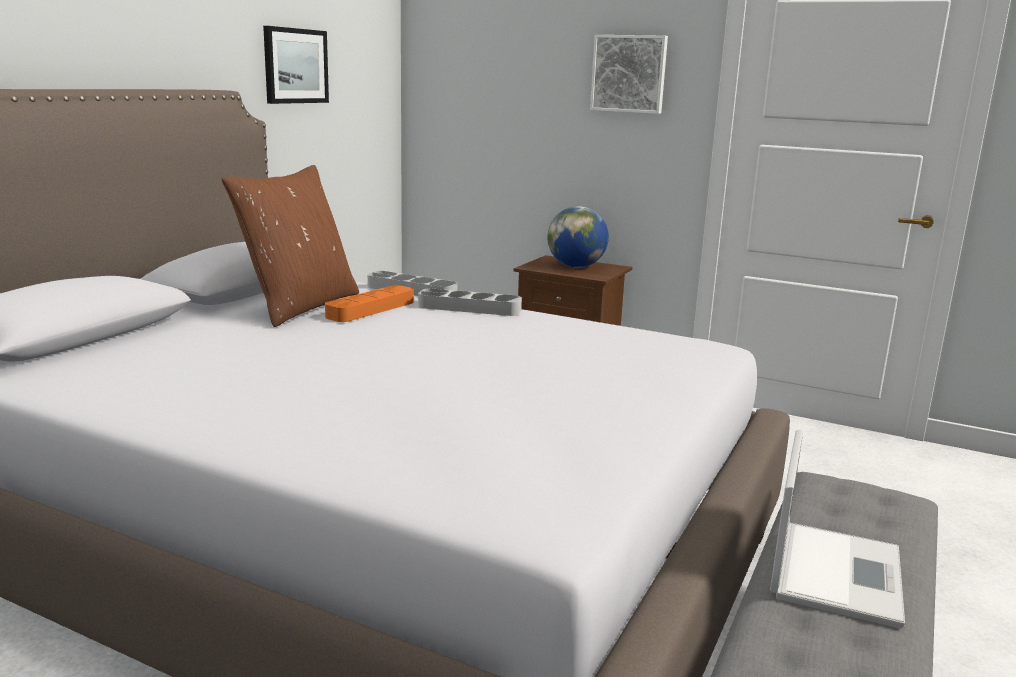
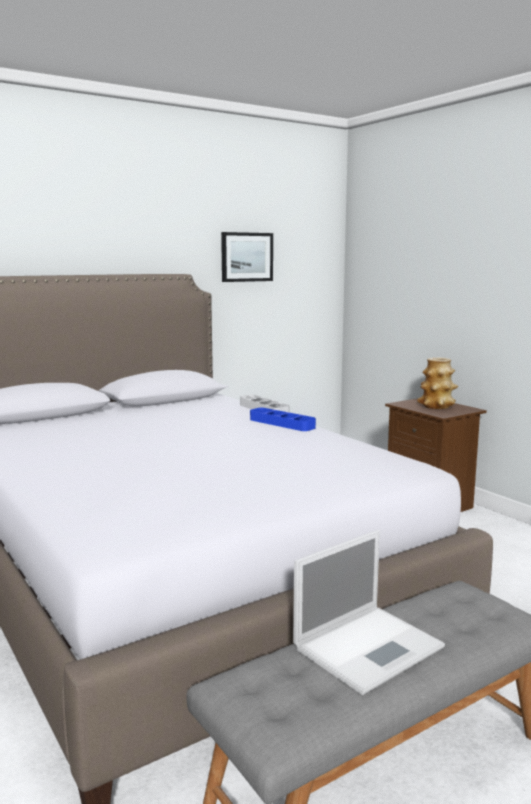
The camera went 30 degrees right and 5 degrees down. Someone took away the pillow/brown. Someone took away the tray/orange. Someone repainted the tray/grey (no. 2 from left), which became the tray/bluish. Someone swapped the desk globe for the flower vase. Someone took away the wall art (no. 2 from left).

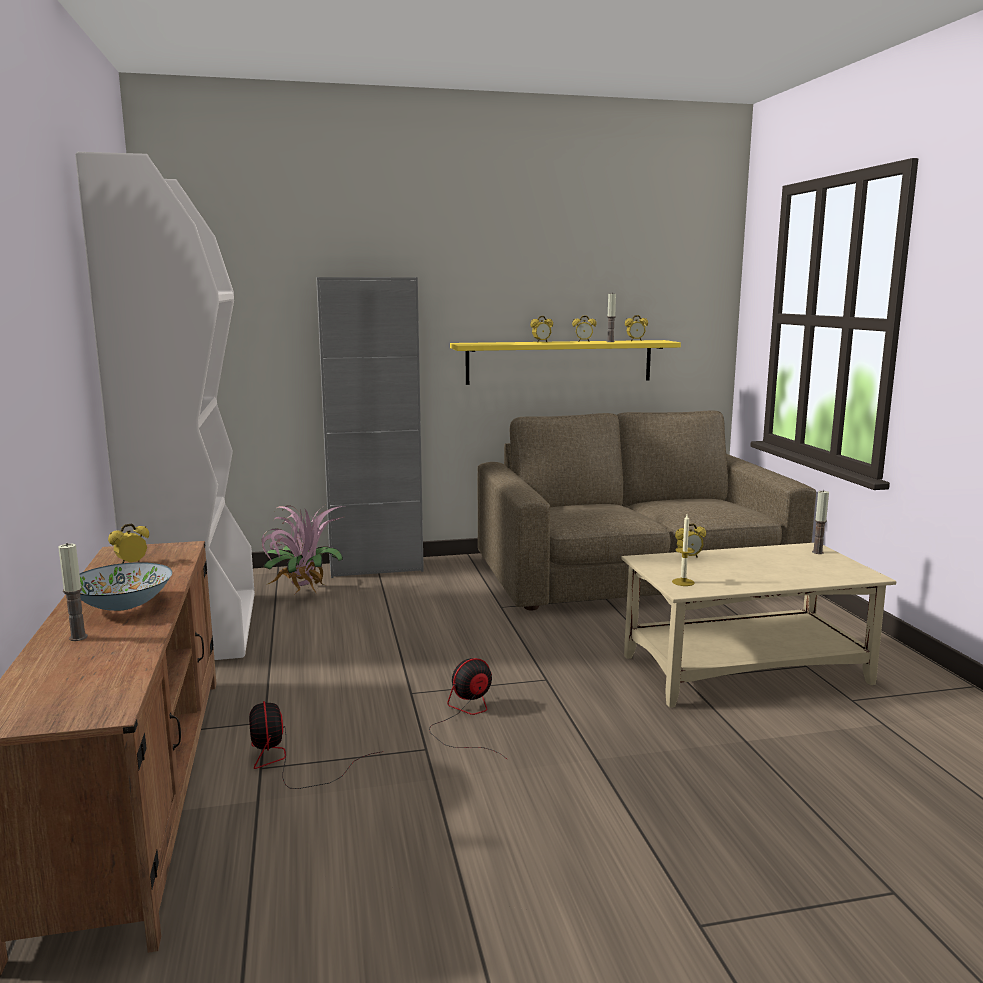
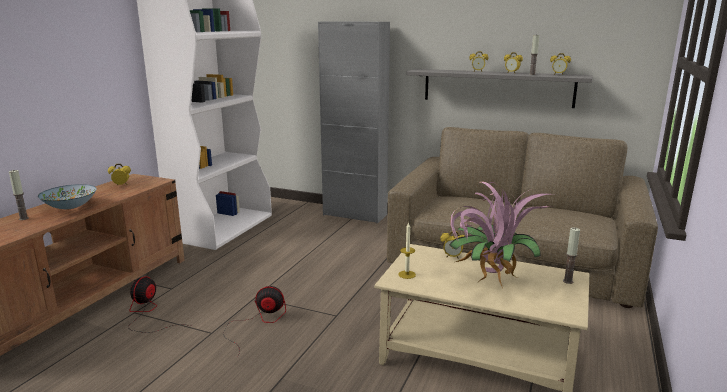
The camera went 35 degrees right and 5 degrees up. Someone carried the houseplant. Someone repainted the wall shelf/yellow-coloured, which became the wall shelf/grey.

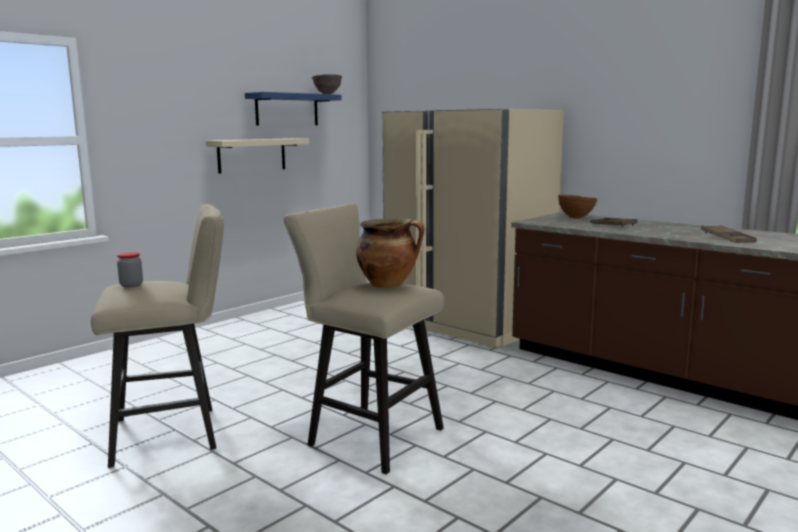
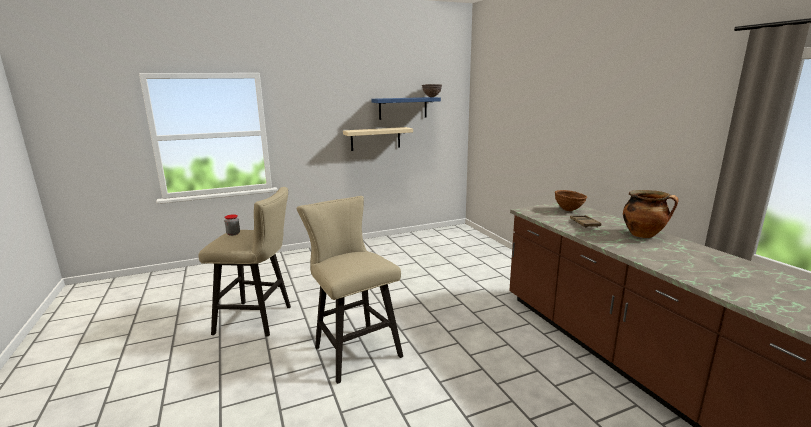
The camera went 25 degrees right and 5 degrees up. Someone carried the cooking pot. Someone took away the kitchen fridge/sand-coloured. Someone took away the tray/brown (no. 2 from left).

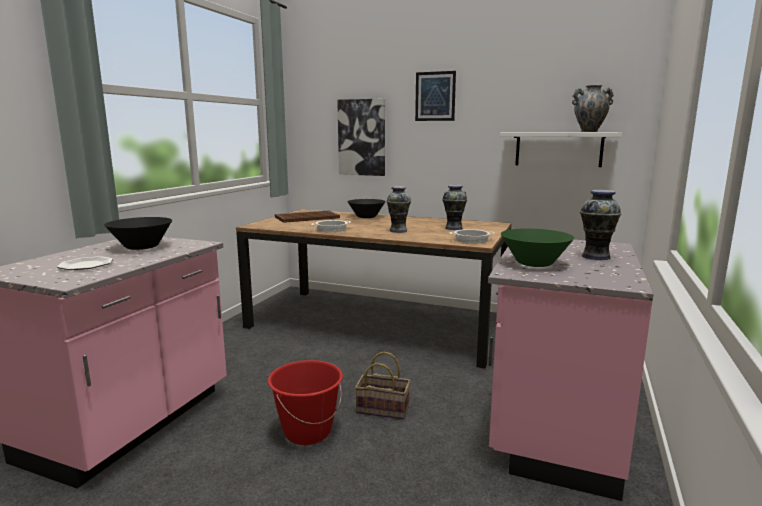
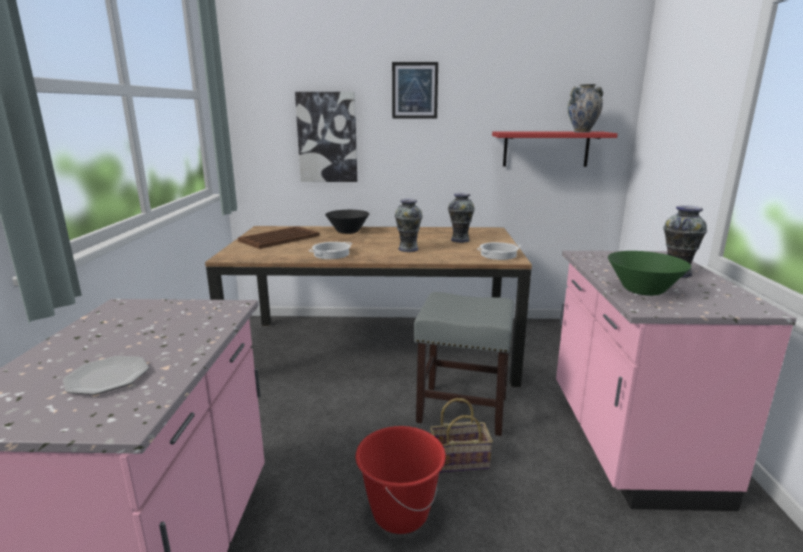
The camera went 20 degrees left and 5 degrees up. Someone took away the deep dish/black (no. 1 from left). Someone repainted the wall shelf/white-coloured, which became the wall shelf/red-coloured. Someone put down the sitting stool/grey.

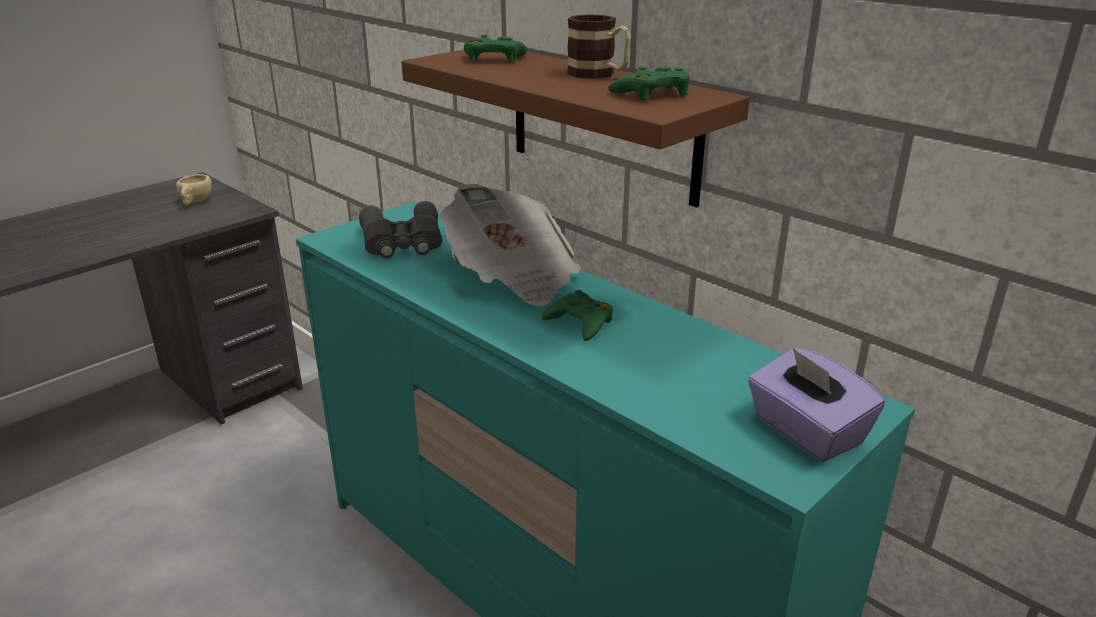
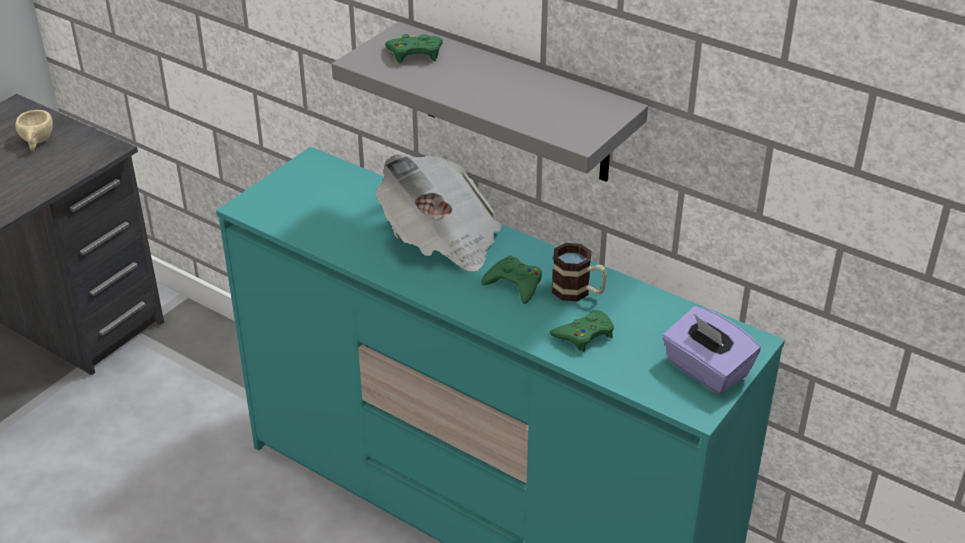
The camera went 10 degrees left and 10 degrees up. Someone took away the field glasses/grey. Someone repainted the wall shelf/brown, which became the wall shelf/grey. Someone carried the tea mug. Someone carried the joypad/green (no. 3 from left).

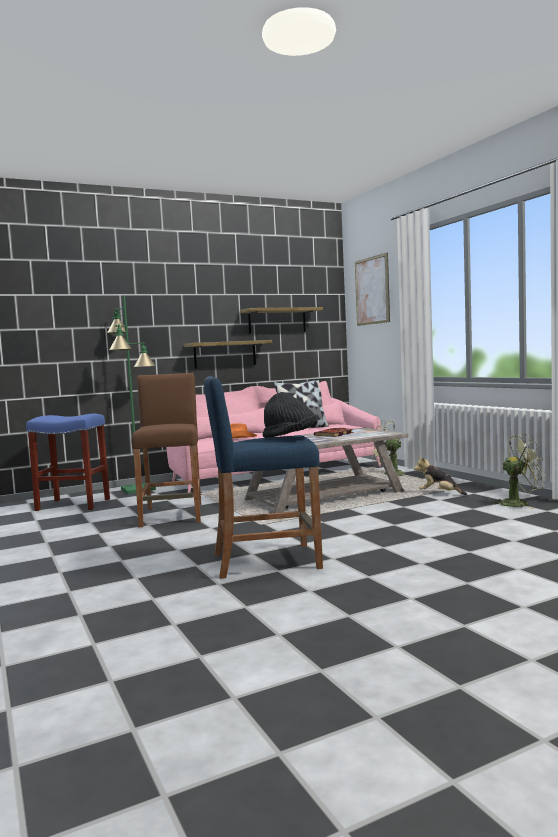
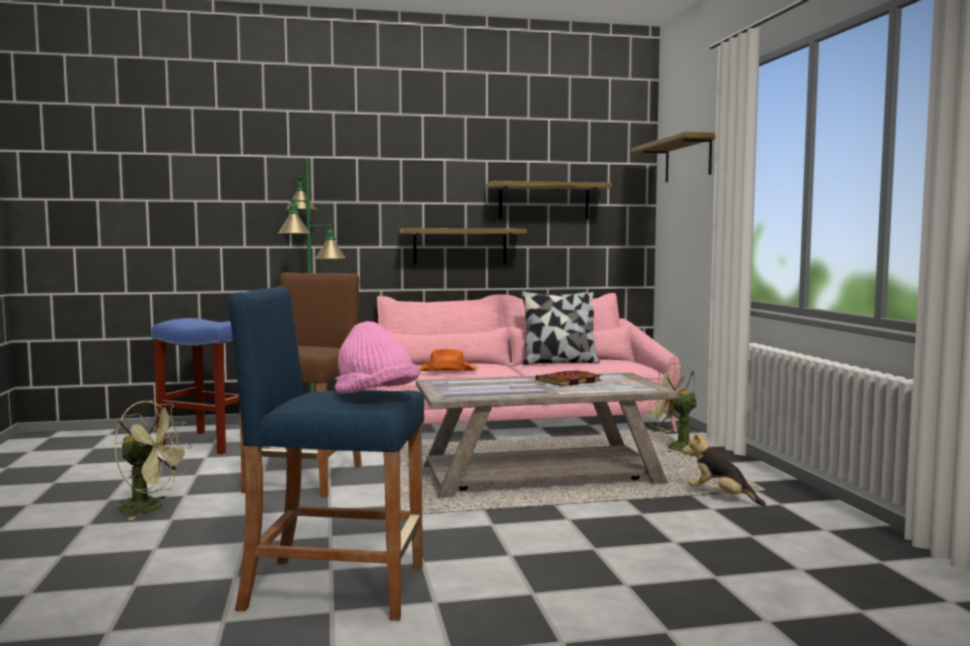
The camera went 15 degrees right and 0 degrees up. Someone repainted the wearable hat/black, which became the wearable hat/pink. Someone swapped the wall art for the wall shelf (no. 3 from left). Someone carried the fan/green (no. 2 from left in the first image).

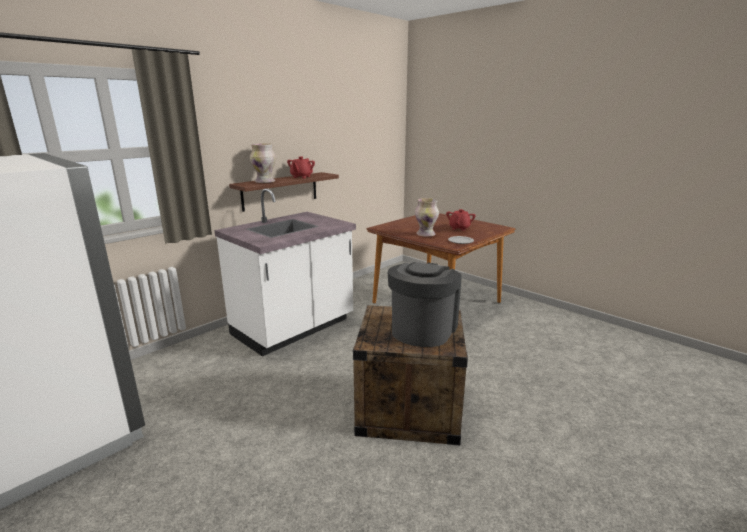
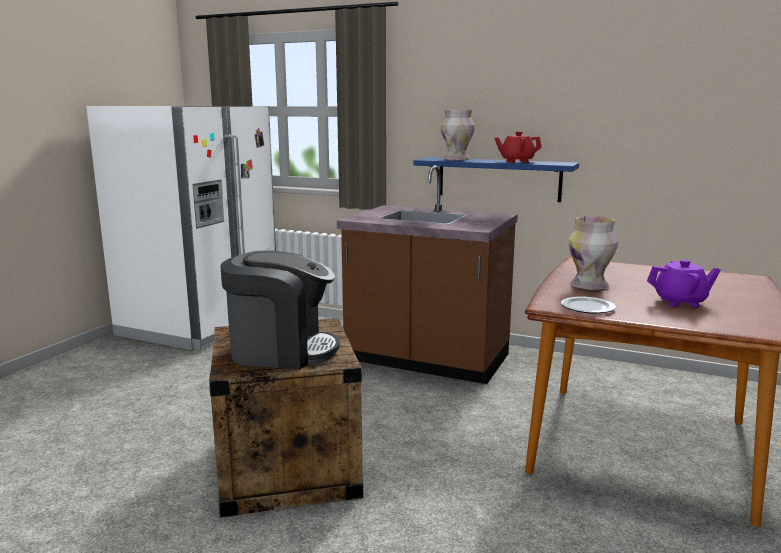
The camera went 70 degrees right and 5 degrees down. Someone repainted the kitchen base unit/white-coloured, which became the kitchen base unit/brown. Someone repainted the wall shelf/brown, which became the wall shelf/bluish. Someone repainted the pot for tea/red-coloured (no. 2 from left), which became the pot for tea/purplish.

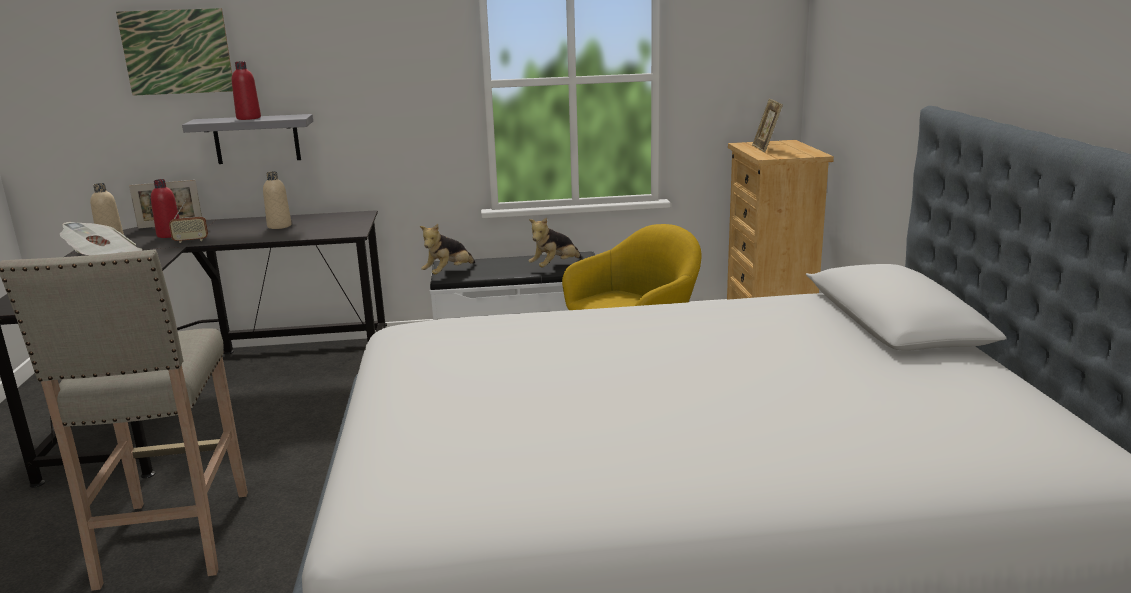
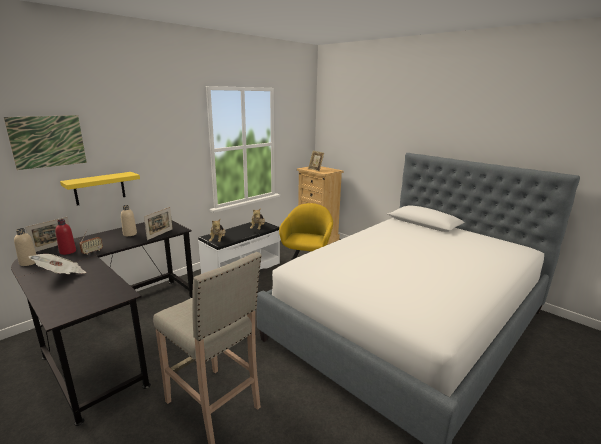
The camera went 40 degrees left and 0 degrees up. Someone repainted the wall shelf/grey, which became the wall shelf/yellow-coloured. Someone took away the bottle/red-coloured (no. 2 from left). Someone put down the picture frame (no. 2 from left).

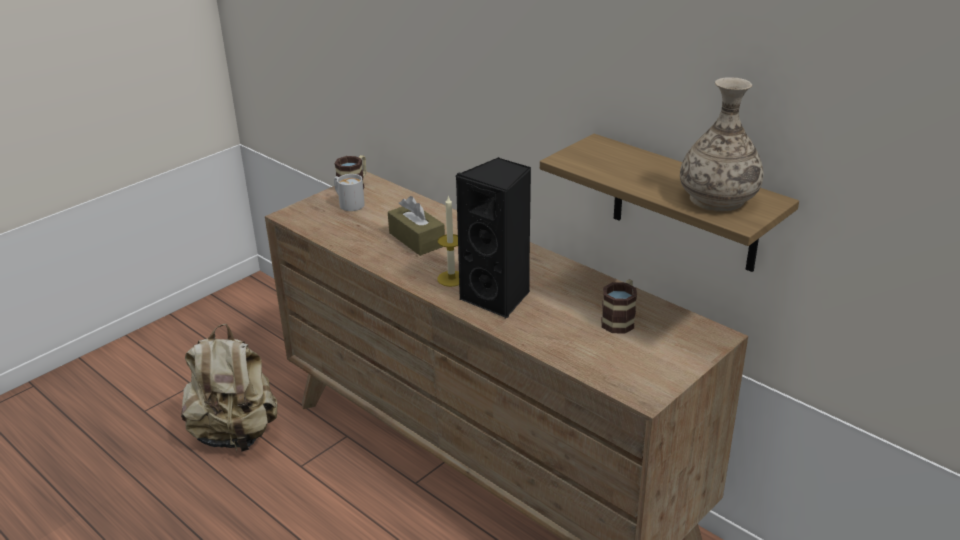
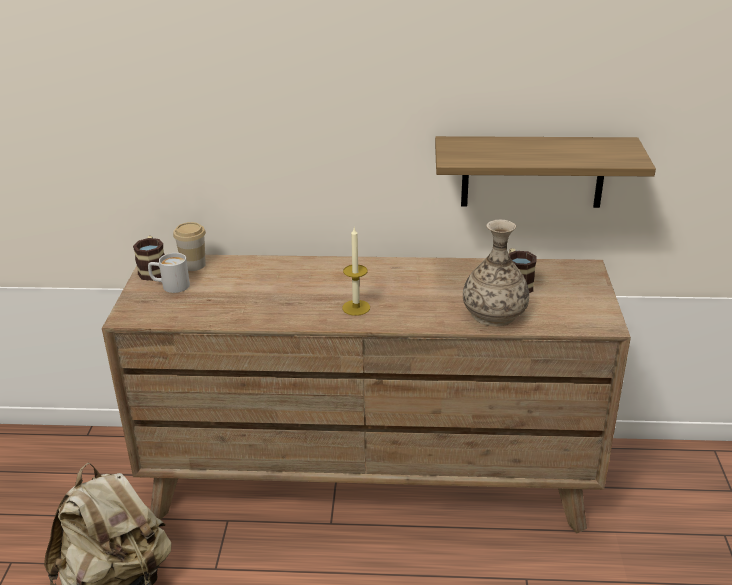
The camera went 40 degrees left and 0 degrees up. Someone took away the tissue box/brown. Someone took away the speaker/black. Someone carried the flower vase. Someone put down the small cup.

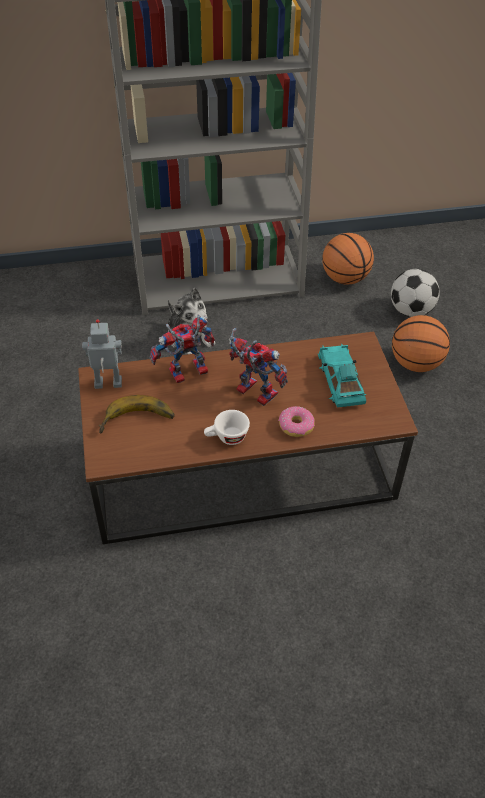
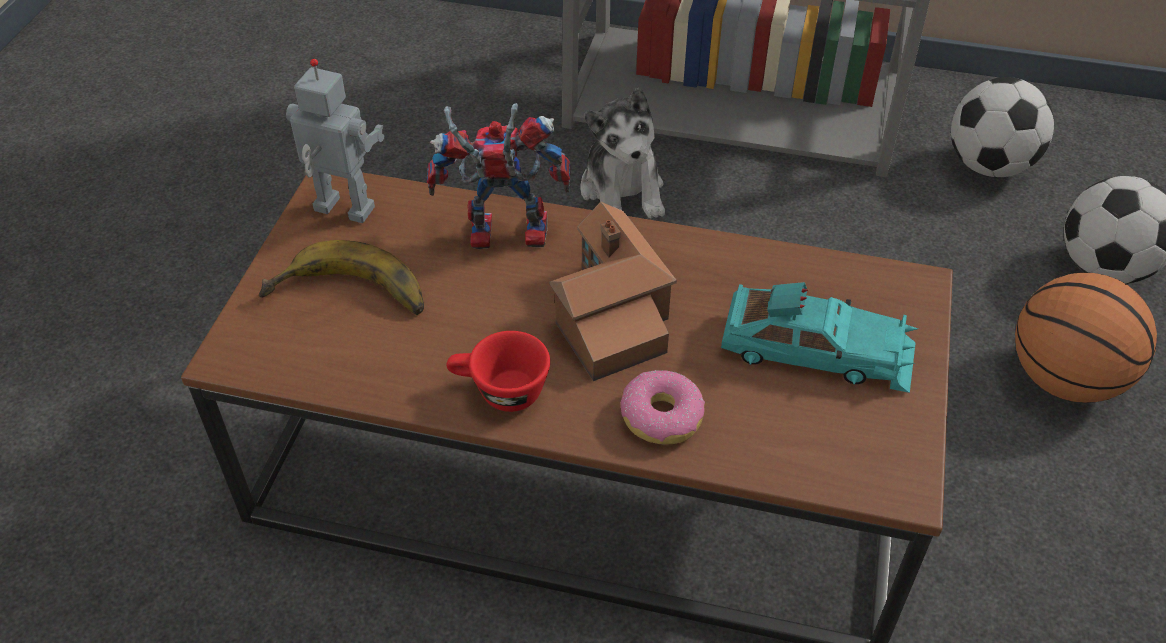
The camera went 25 degrees right and 0 degrees up. Someone repainted the small cup/white-coloured, which became the small cup/red-coloured. Someone swapped the toy robot (no. 3 from left) for the toy house. Someone rotated the toy car/blue-green by 90 degrees clockwise. Someone swapped the basketball (no. 1 from left) for the football ball (no. 1 from left).

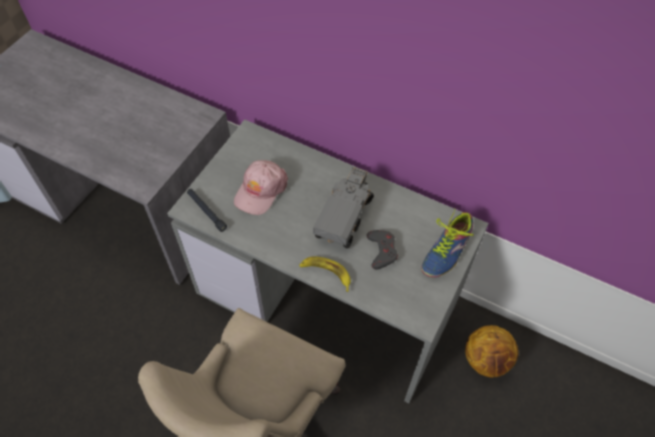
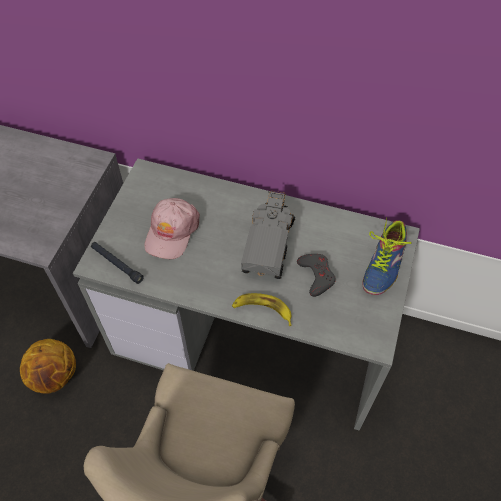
The camera went 10 degrees left and 0 degrees up. Someone carried the basketball.

